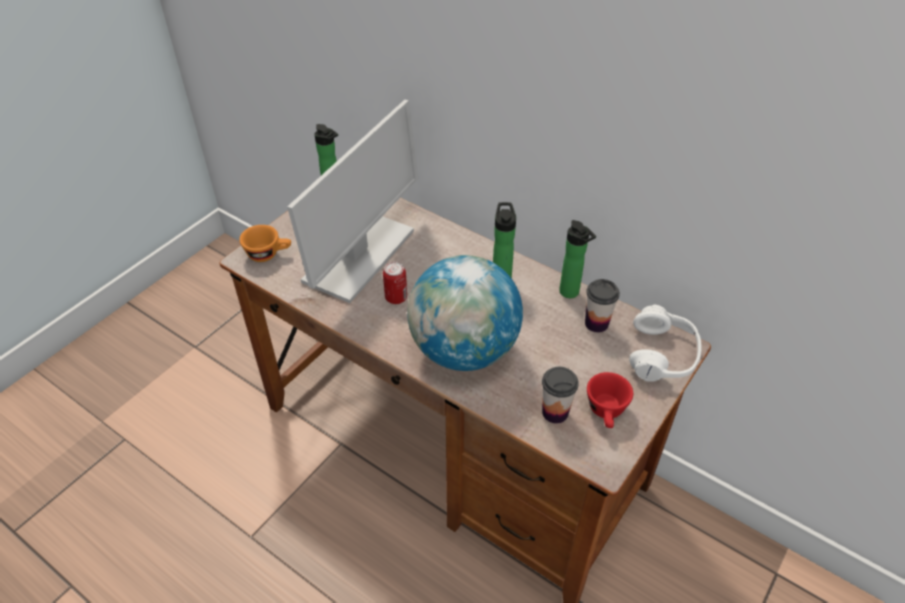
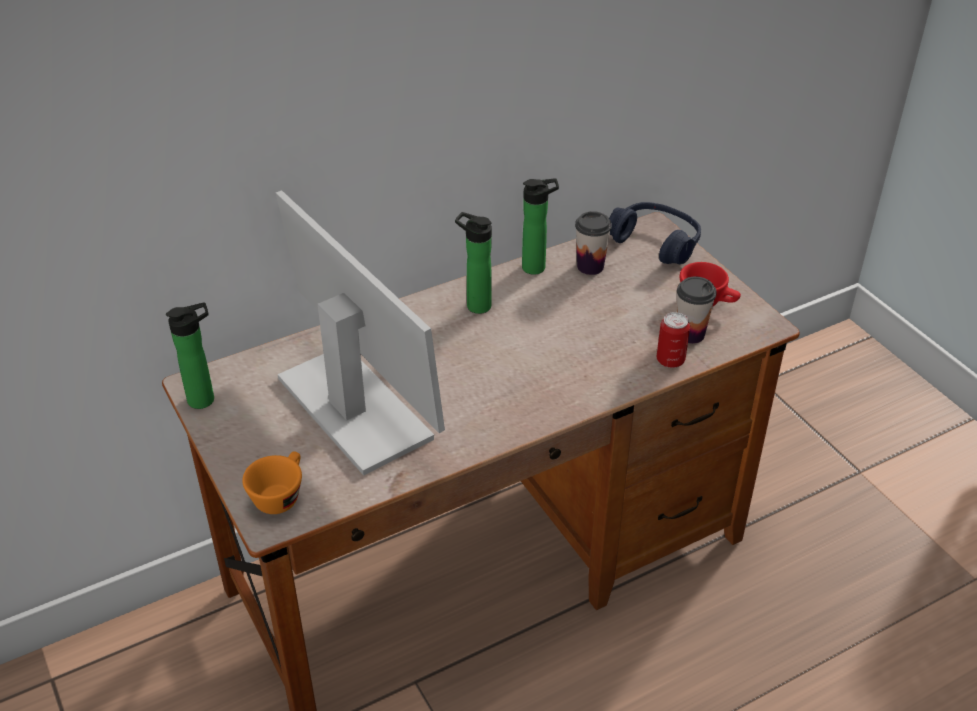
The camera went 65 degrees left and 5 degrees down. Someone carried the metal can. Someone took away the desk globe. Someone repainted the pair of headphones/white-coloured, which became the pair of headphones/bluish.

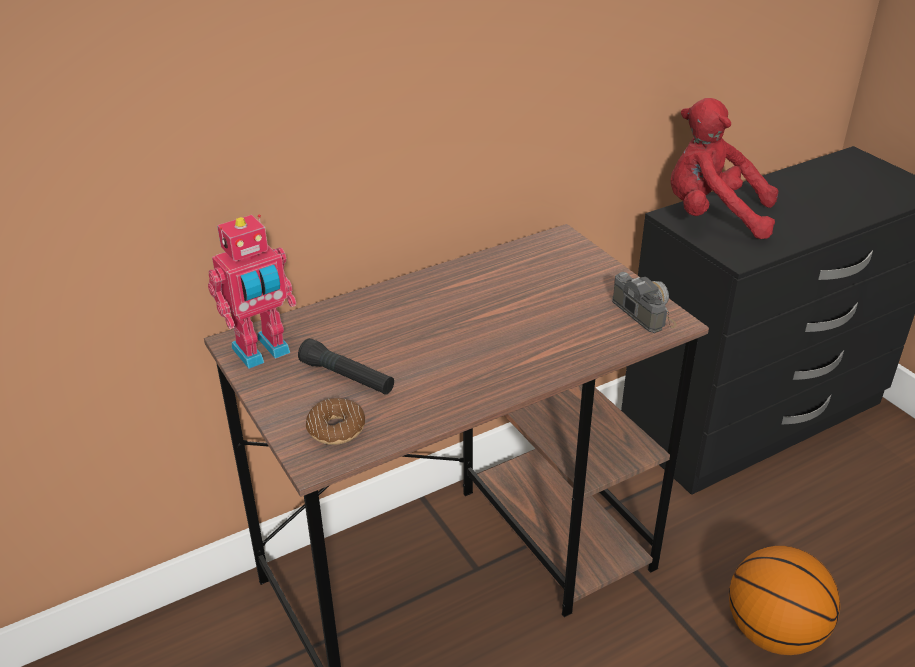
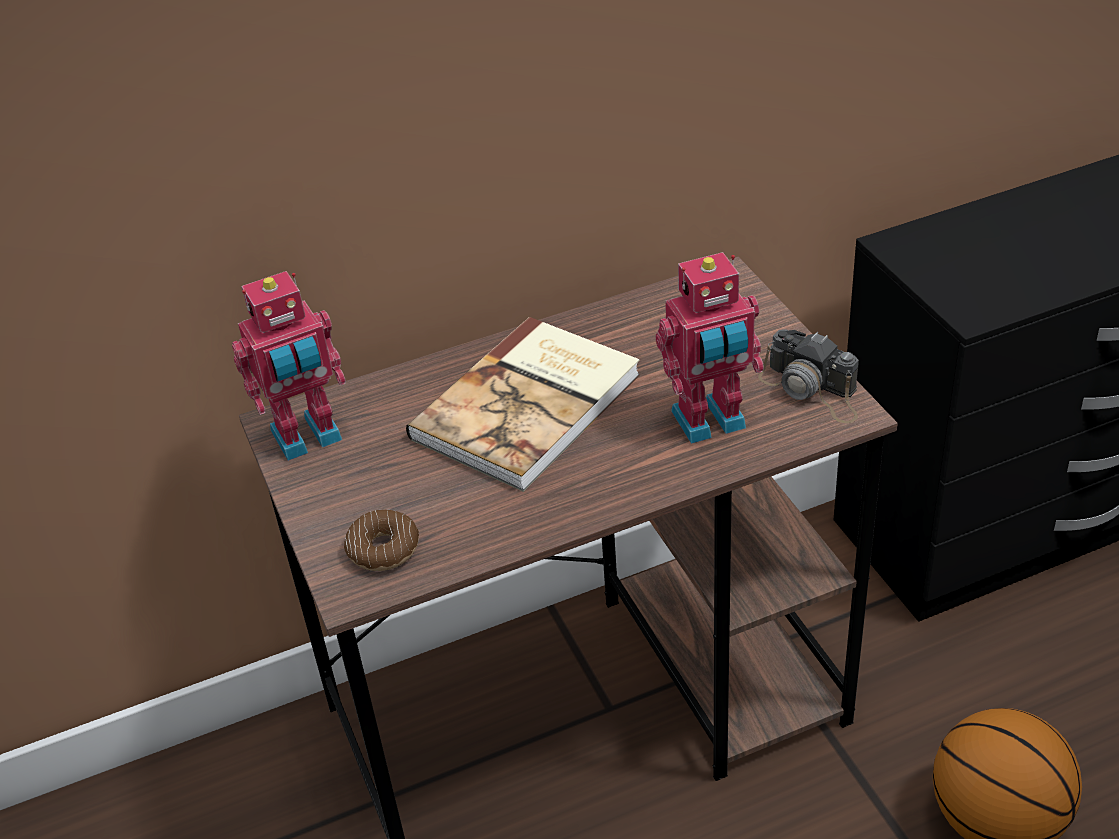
The camera went 10 degrees right and 5 degrees up. Someone took away the torch/black. Someone rotated the photo camera by 150 degrees clockwise. Someone took away the soft toy/red-coloured. Someone put down the book. Someone put down the toy robot (no. 2 from left).

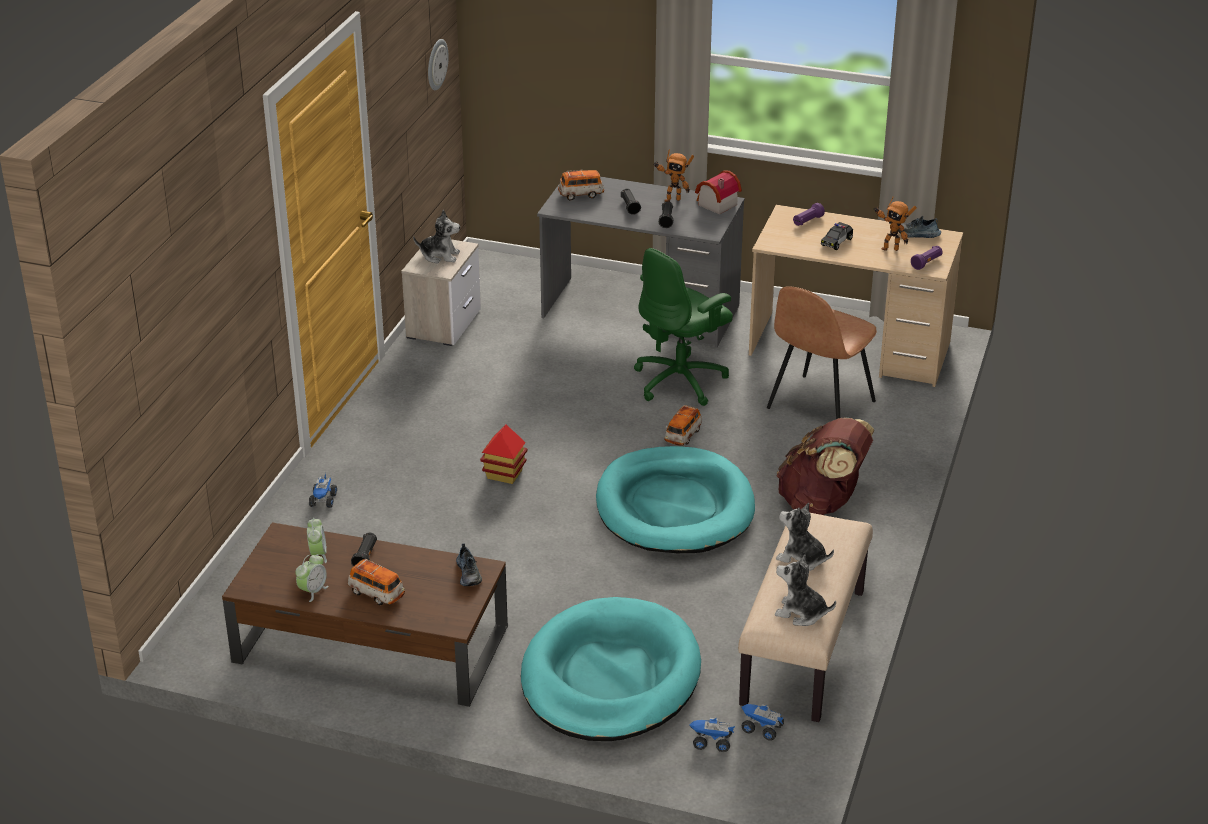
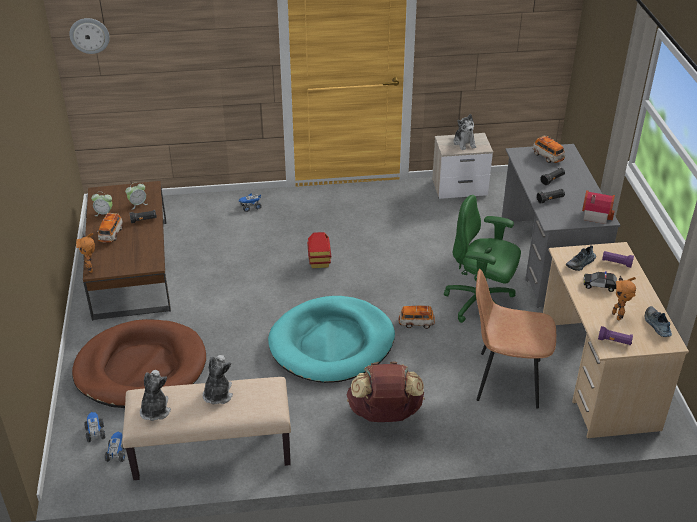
The camera went 65 degrees right and 5 degrees up. Someone carried the hanging clock. Someone carried the item of footwear (no. 1 from left). Someone repainted the dog bed/blue-green (no. 1 from left), which became the dog bed/brown. Someone carried the toy robot (no. 1 from left).

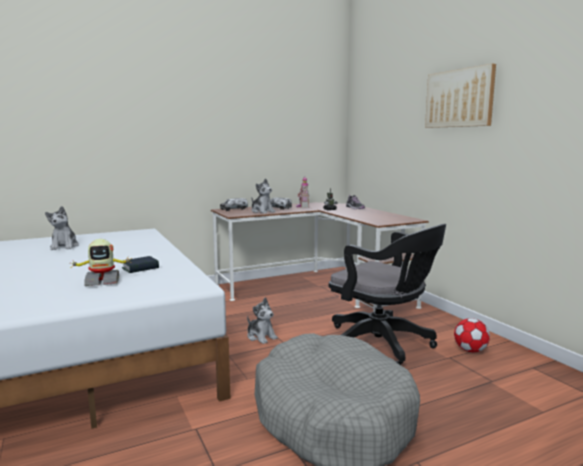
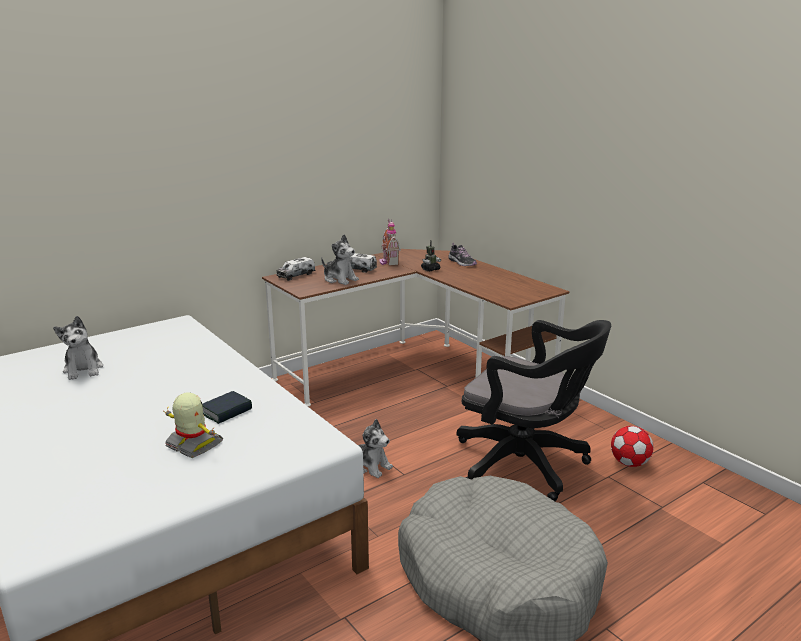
The camera went 10 degrees left and 10 degrees up. Someone rotated the toy robot (no. 1 from left) by 120 degrees counterclockwise. Someone took away the wall art.

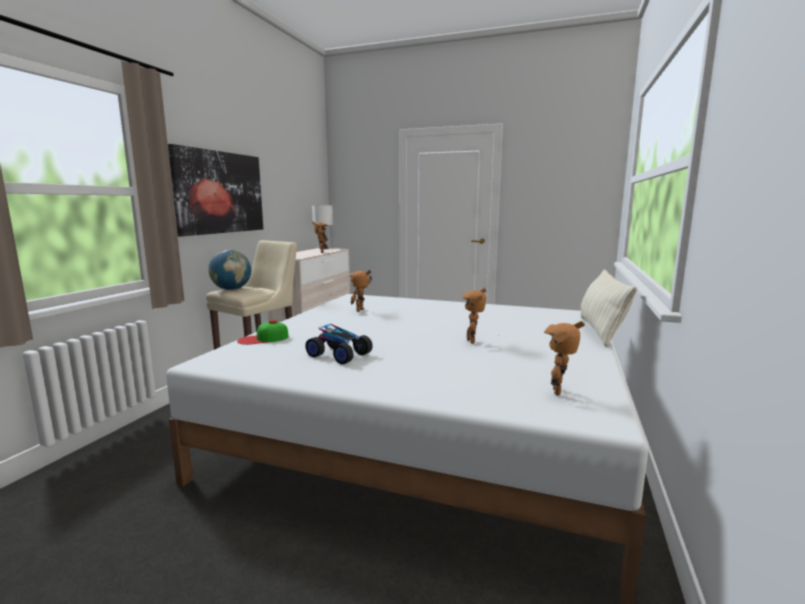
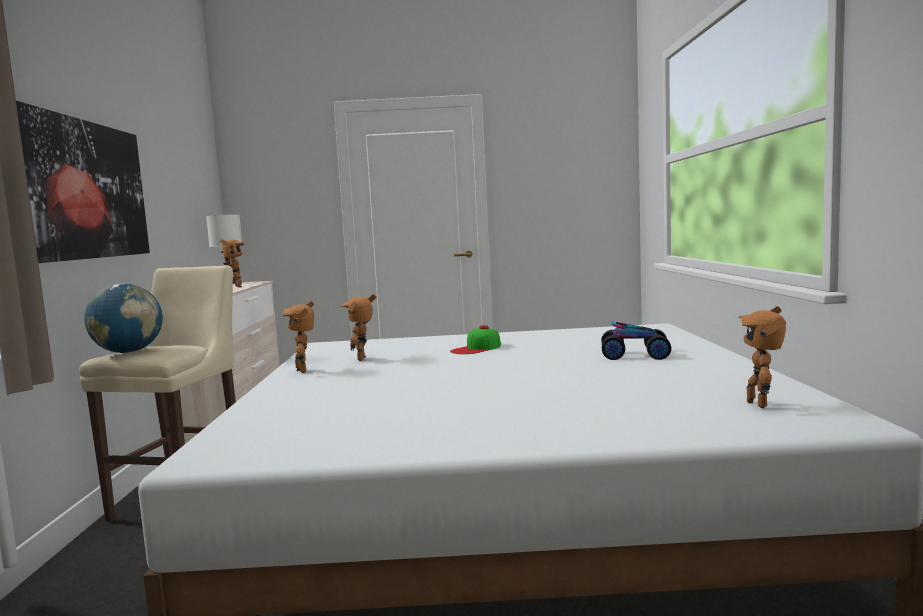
The camera went 20 degrees left and 5 degrees down. Someone carried the peaked cap. Someone carried the toy car. Someone carried the toy robot (no. 3 from left in the first image). Someone took away the pillow/sand-coloured.

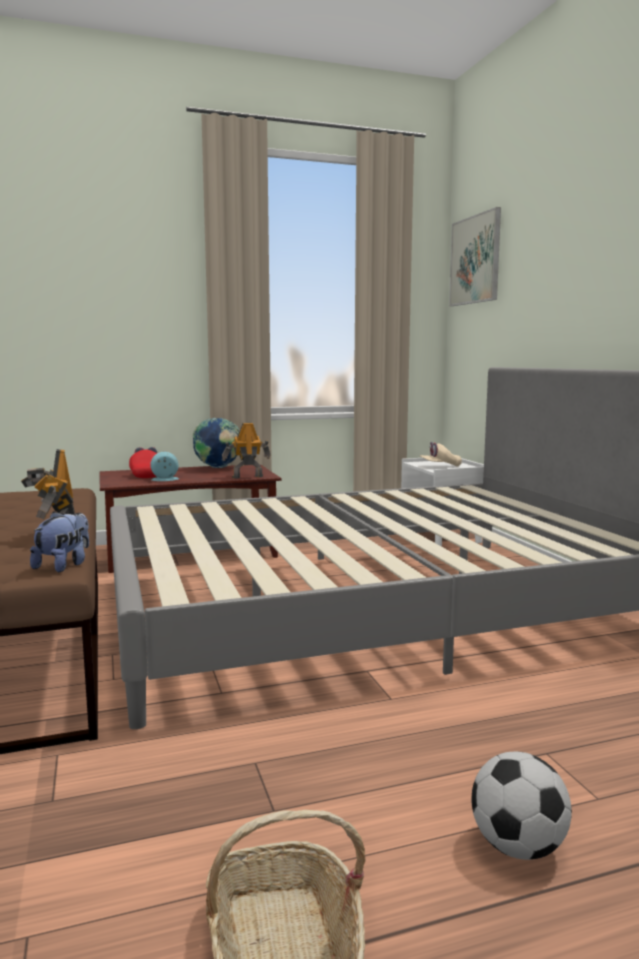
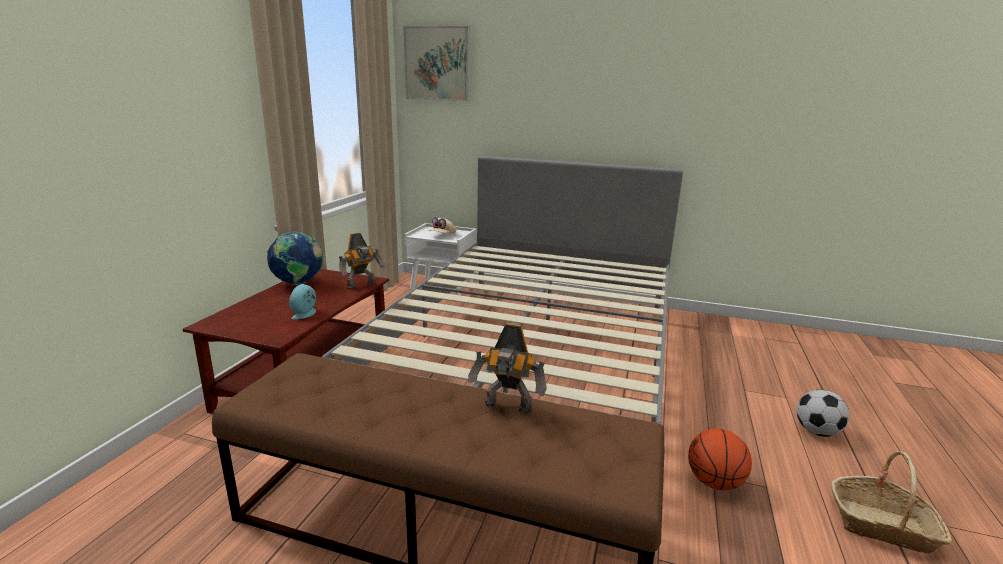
The camera went 55 degrees left and 10 degrees up. Someone took away the soft toy. Someone took away the peaked cap/red-coloured. Someone rotated the toy robot (no. 2 from left in the first image) by 150 degrees counterclockwise. Someone put down the basketball.

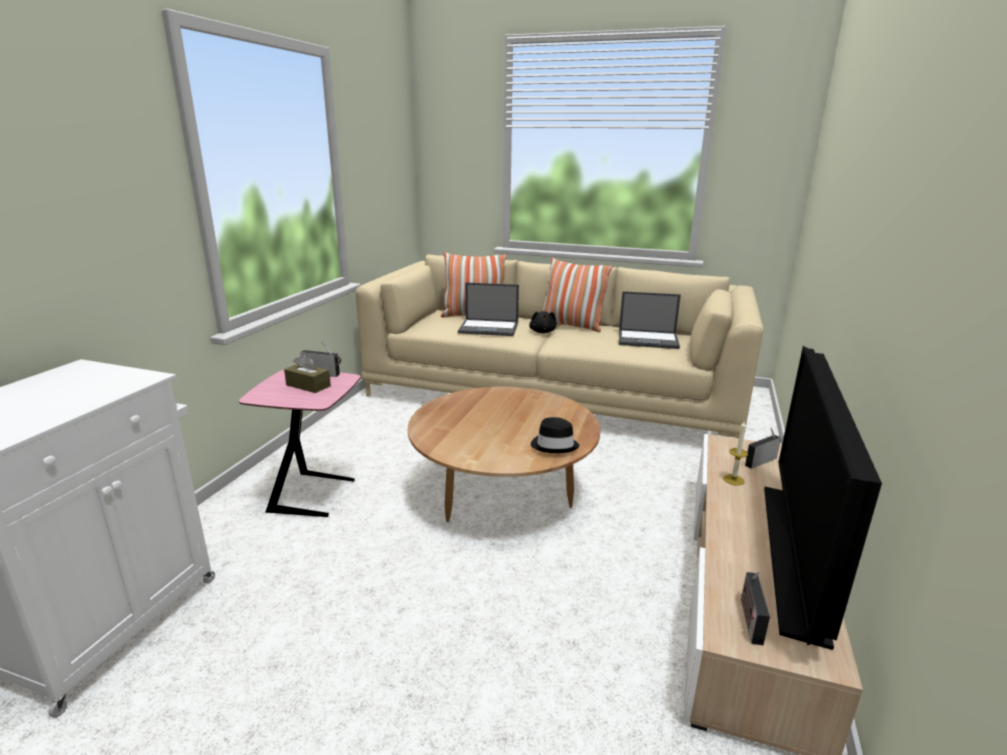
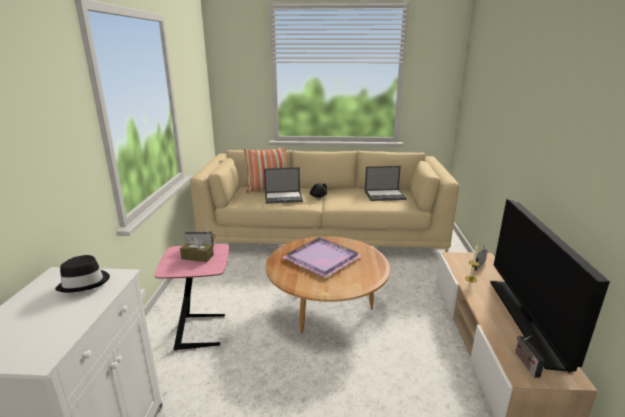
The camera went 15 degrees left and 0 degrees up. Someone carried the wearable hat/black. Someone took away the pillow (no. 2 from left). Someone put down the tray/purplish.

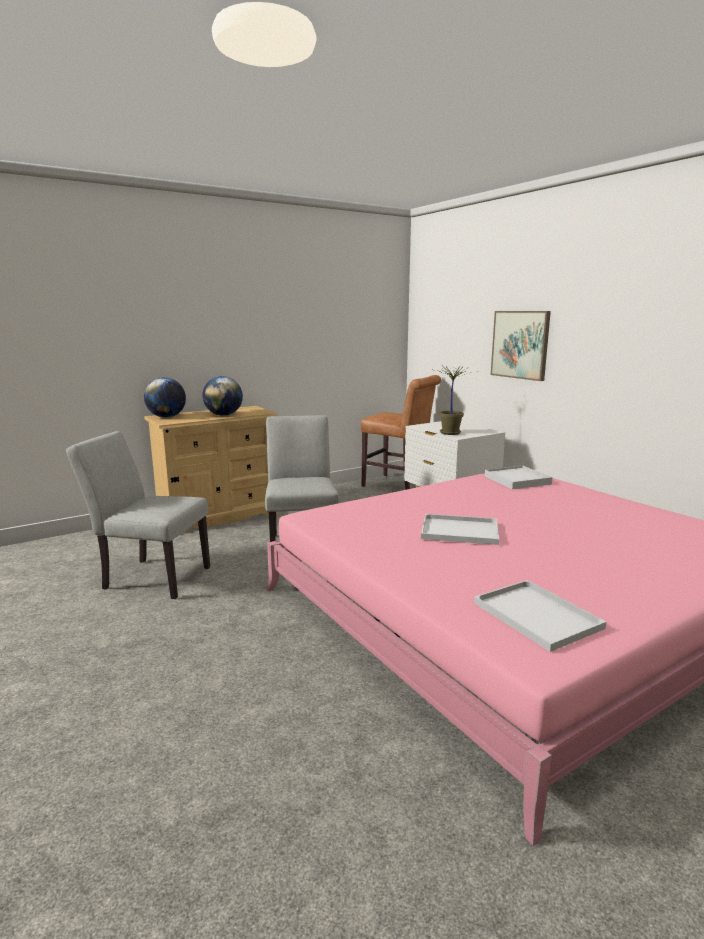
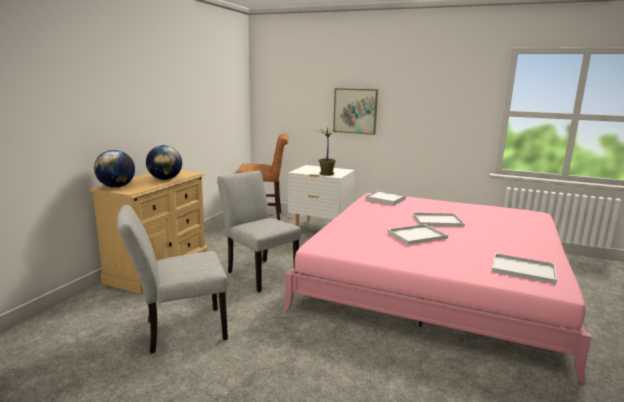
The camera went 35 degrees left and 0 degrees up. Someone put down the tray/white-coloured (no. 3 from left).

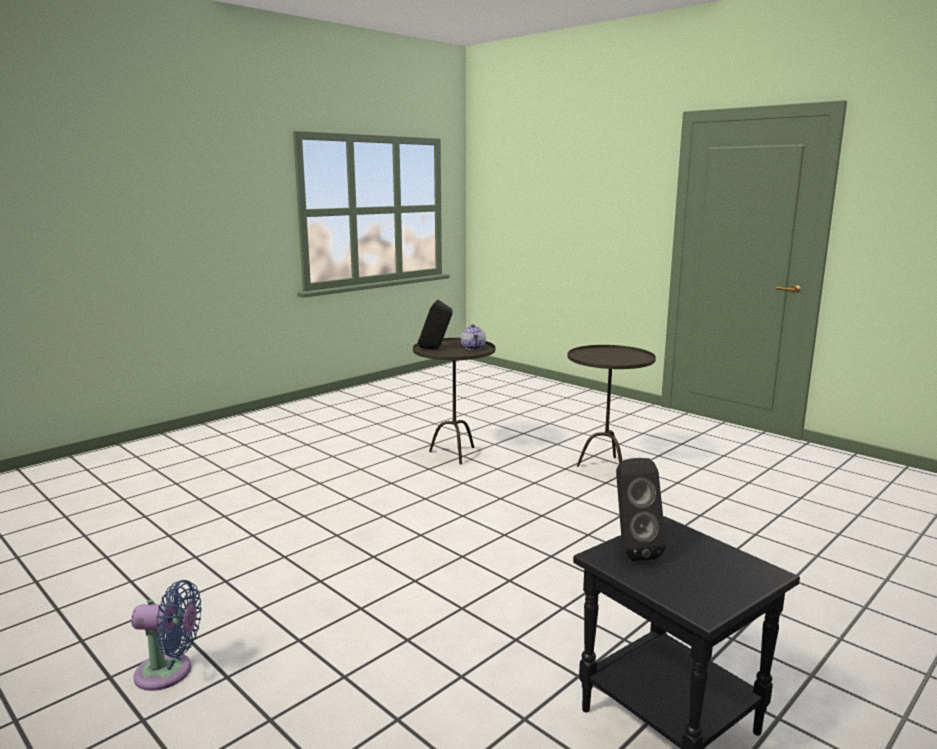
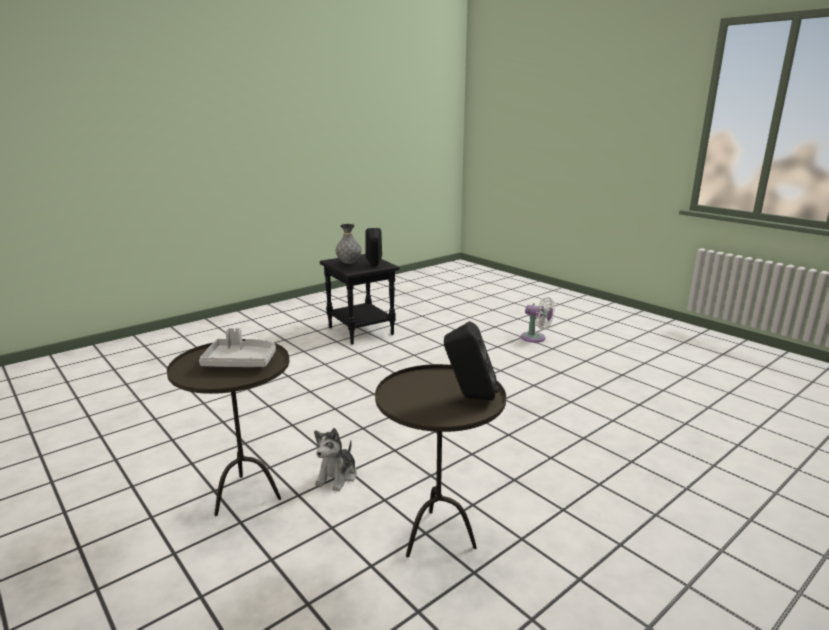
The camera went 175 degrees left and 5 degrees up. Someone took away the fan/bluish. Someone took away the pot for tea. Someone put down the tray/grey. Someone put down the soft toy. Someone put down the flower vase/grey. Someone put down the fan/white-coloured.

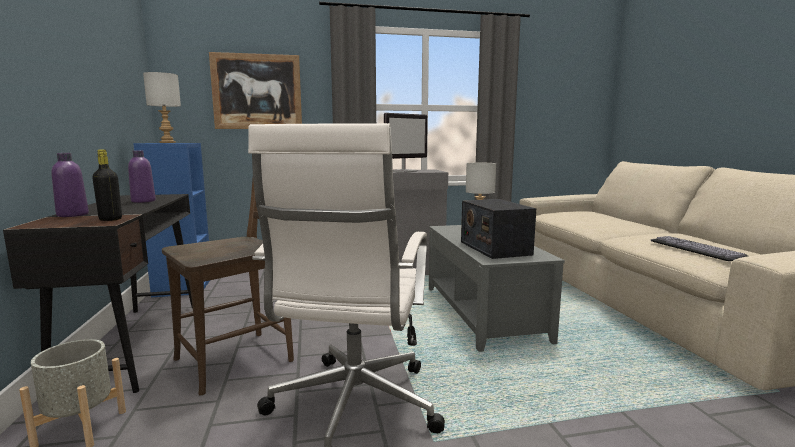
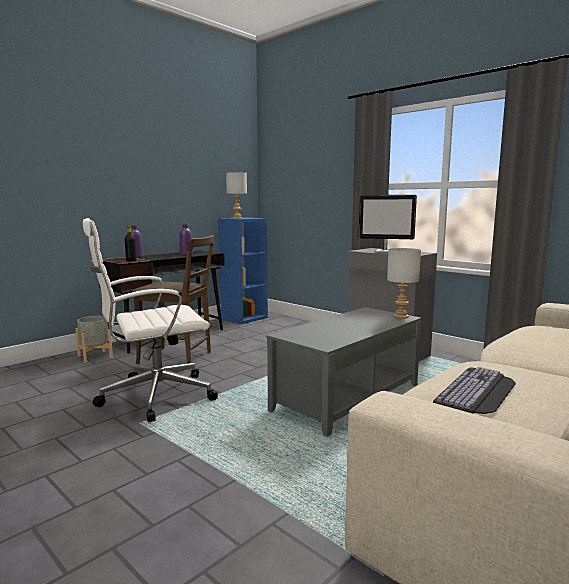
The camera went 55 degrees right and 0 degrees up. Someone took away the wall art. Someone took away the radio receiver.

